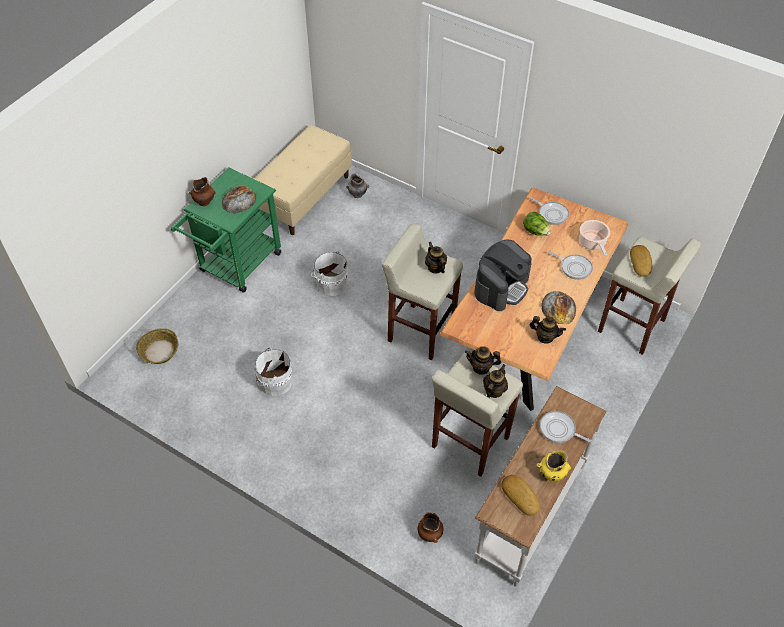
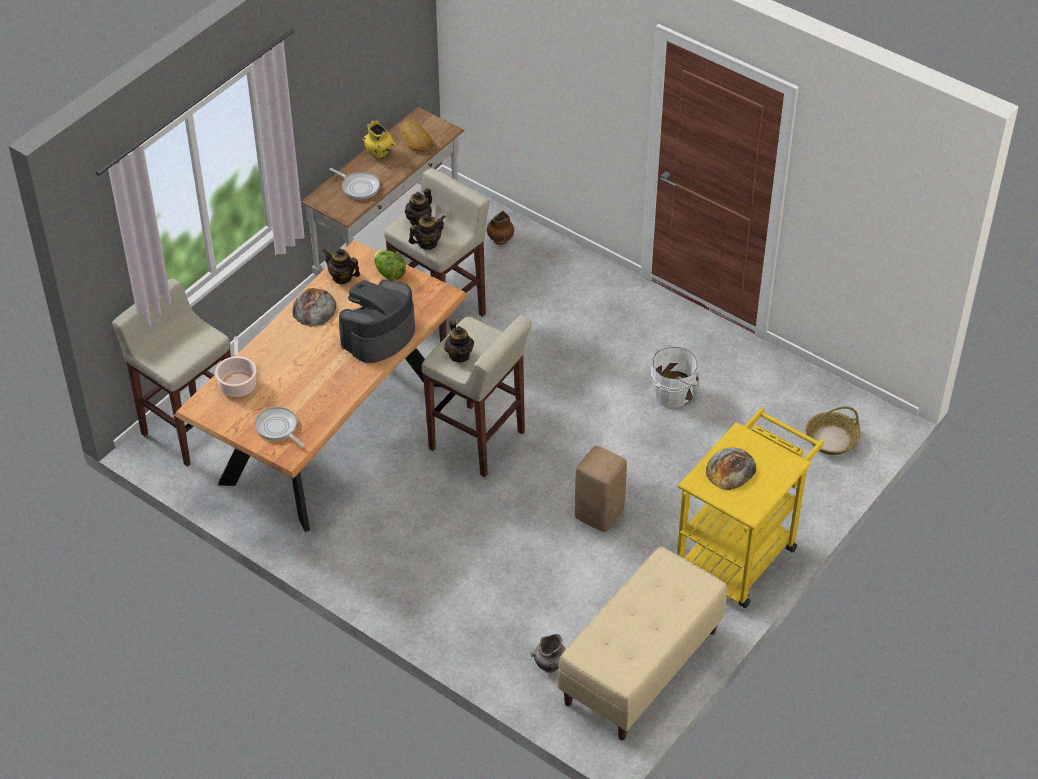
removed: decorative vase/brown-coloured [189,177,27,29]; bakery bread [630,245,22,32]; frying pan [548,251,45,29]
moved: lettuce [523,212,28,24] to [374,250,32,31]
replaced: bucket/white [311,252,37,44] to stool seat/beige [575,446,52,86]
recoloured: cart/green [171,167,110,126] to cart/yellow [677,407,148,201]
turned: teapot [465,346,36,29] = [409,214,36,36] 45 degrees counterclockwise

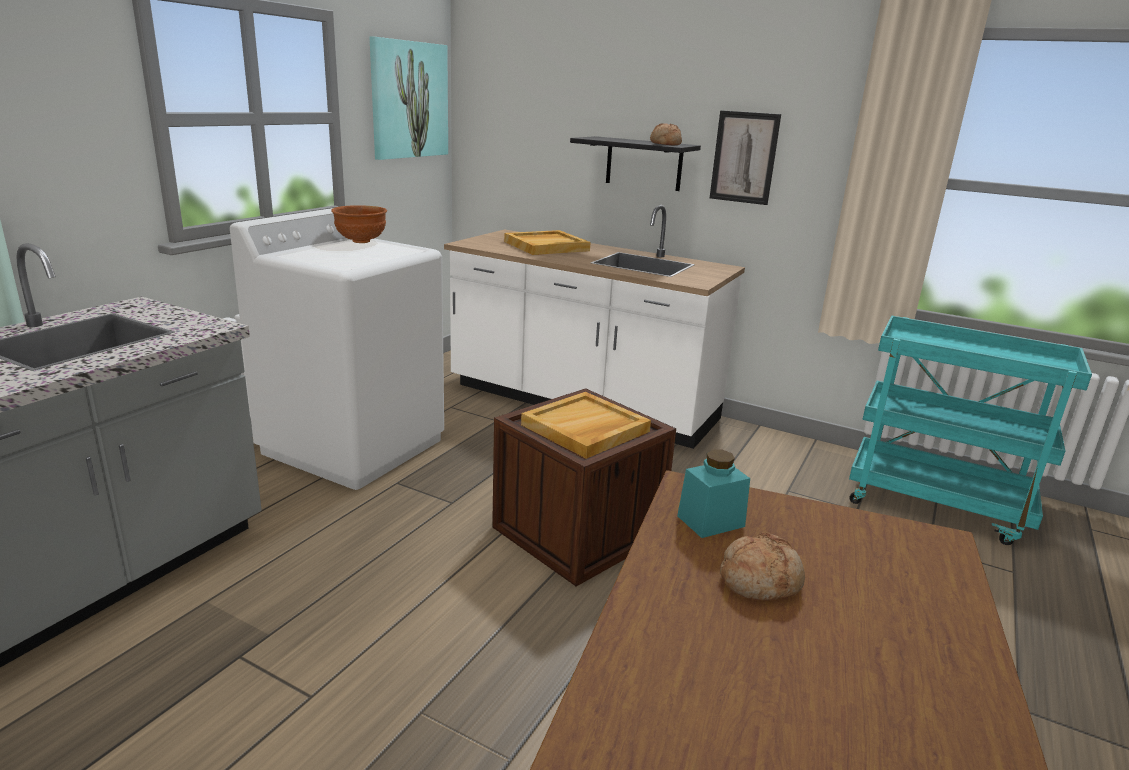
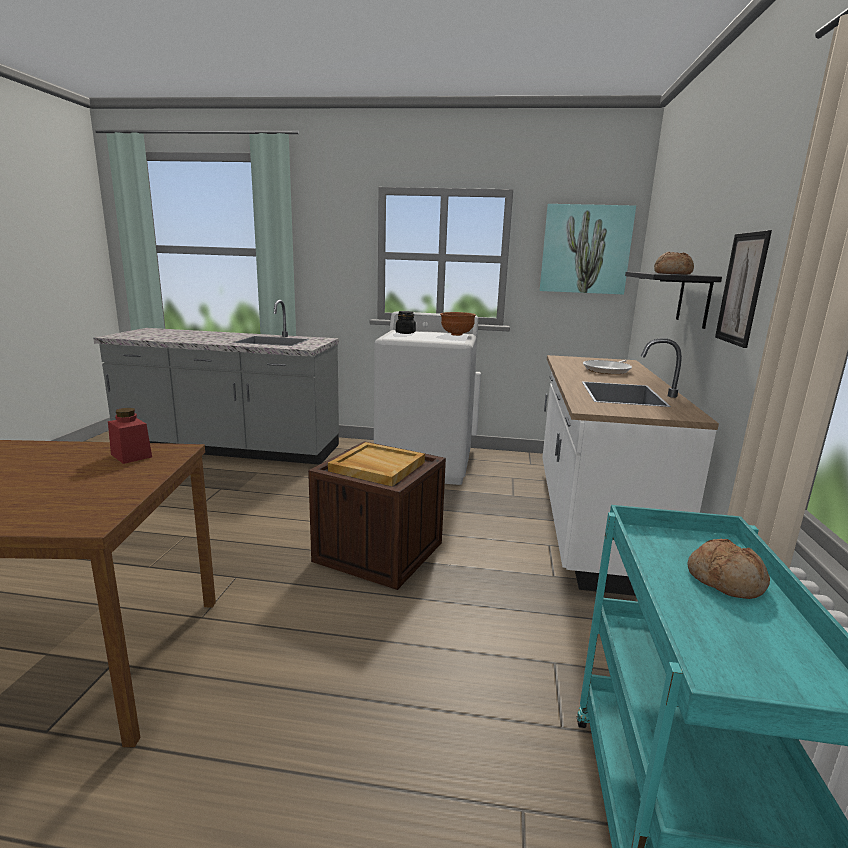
added: jar/blackish [396,311,20,23]
moved: bakery bread [720,533,85,68] to [688,539,82,60]
replaced: tray/beige [504,230,86,25] to frying pan [583,360,49,14]
recoloured: jar/blue-green [677,449,73,89] to jar/reddish [108,408,44,56]

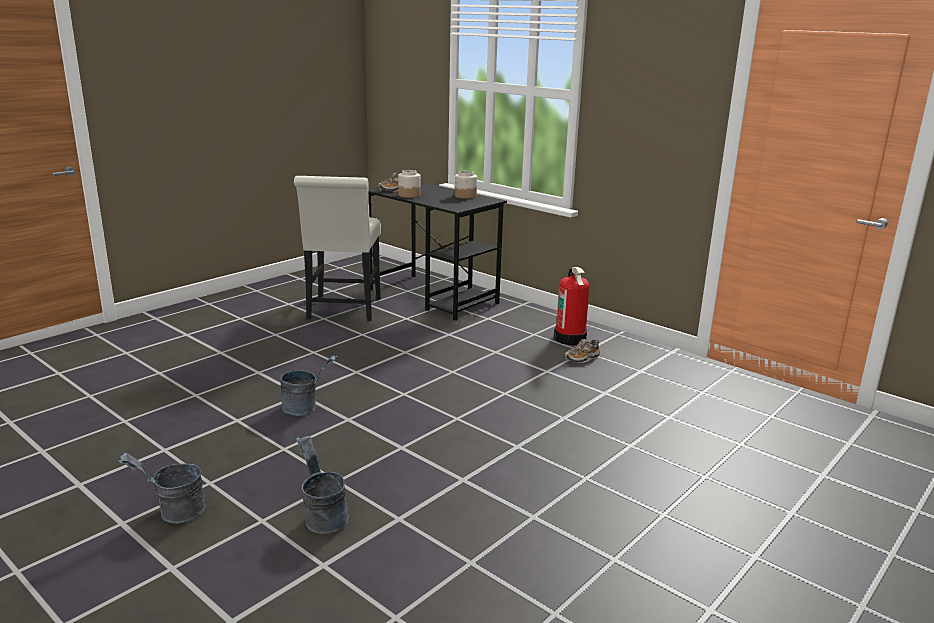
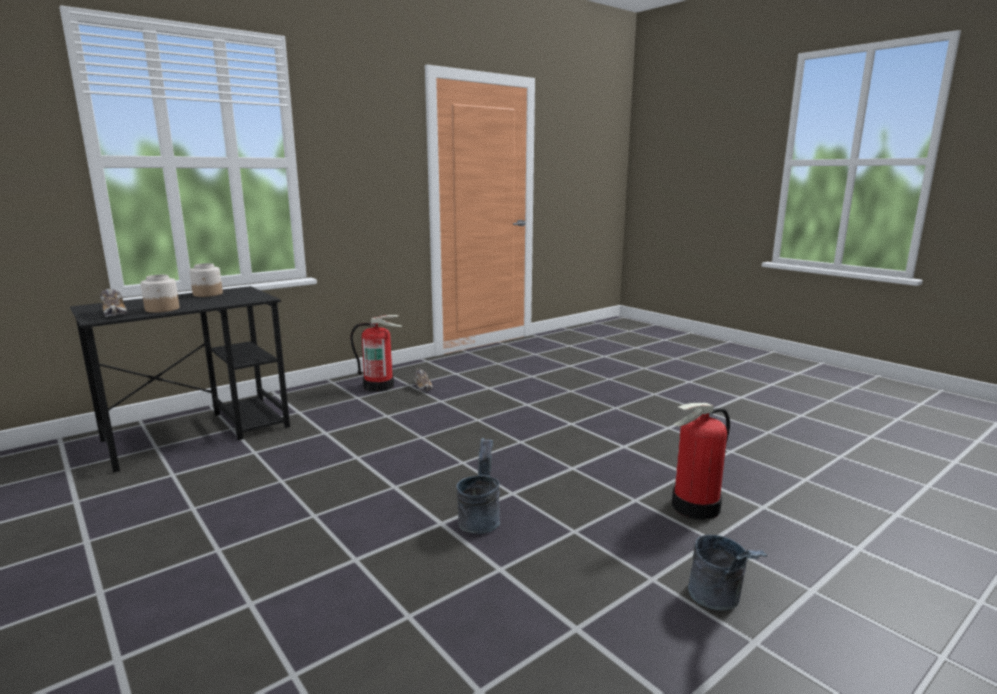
removed: upright chair/white [294,176,87,145]
replaced: bucket/gray [296,436,53,98] to fire-fighting cylinder [672,403,58,117]

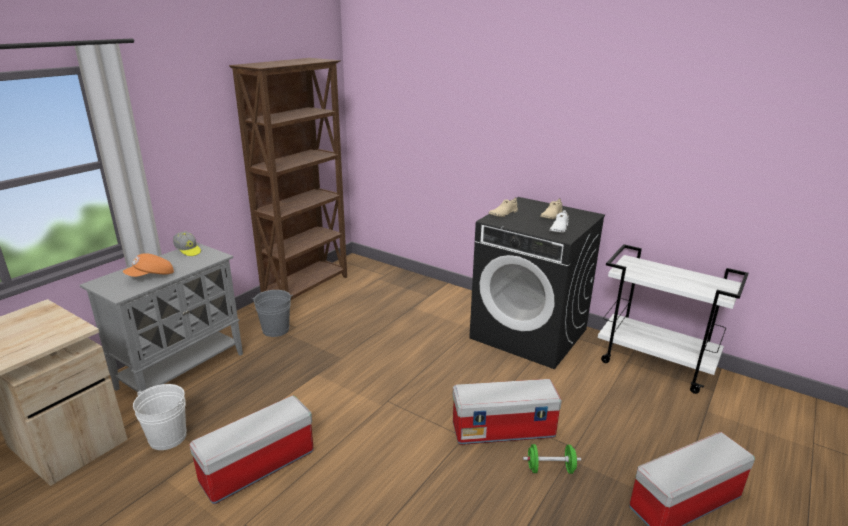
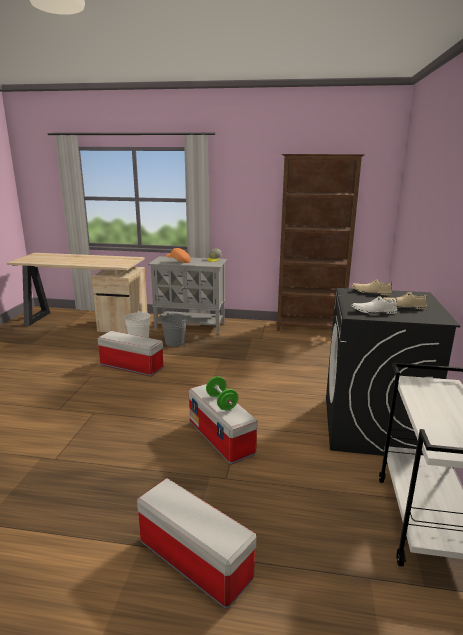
moved: bucket/gray [252,290,41,47] to [161,313,26,34]; hand weight/green [523,444,58,30] to [206,376,32,34]

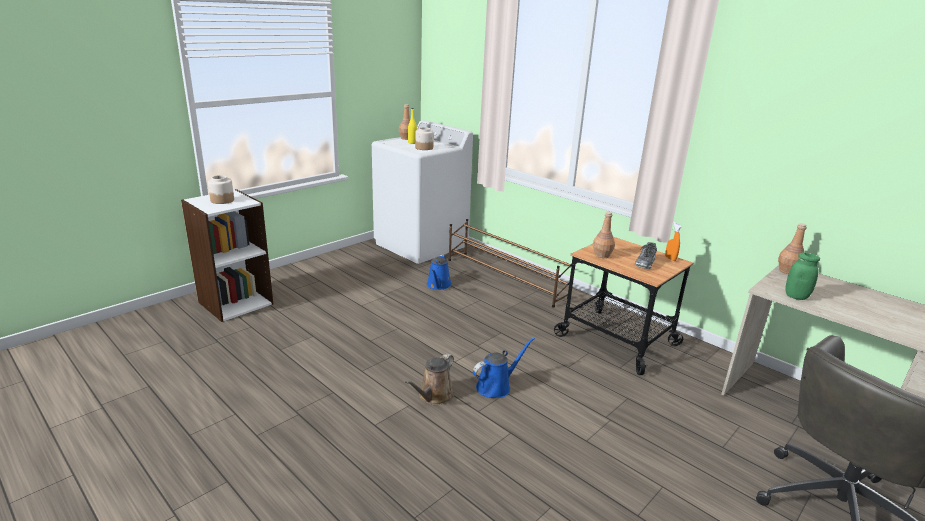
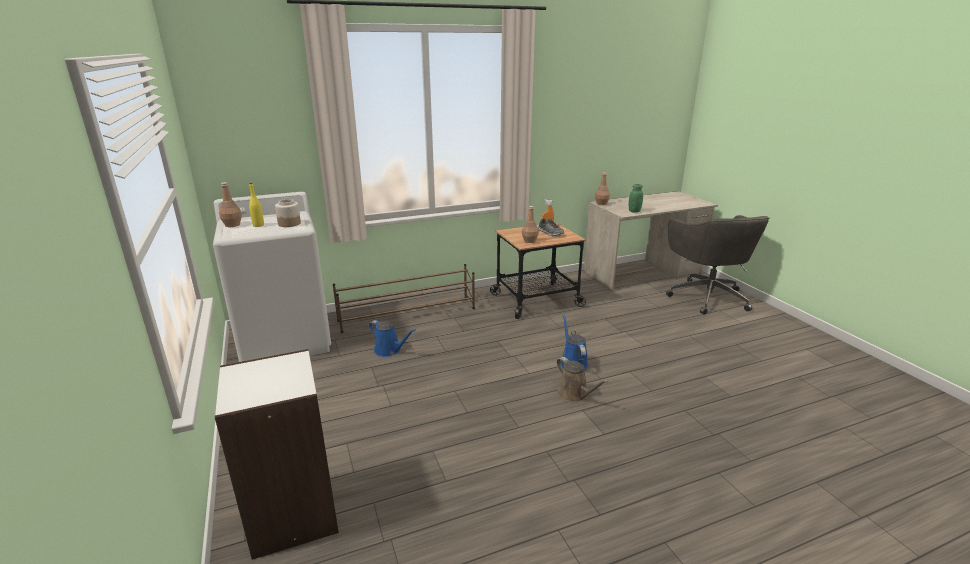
removed: jar [208,175,26,29]

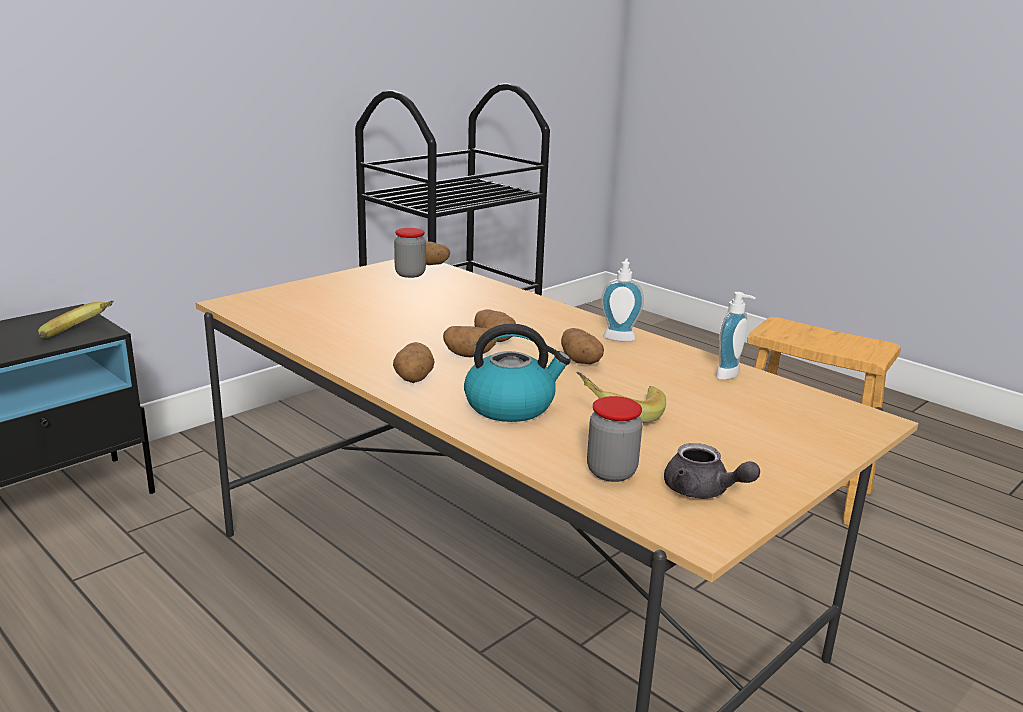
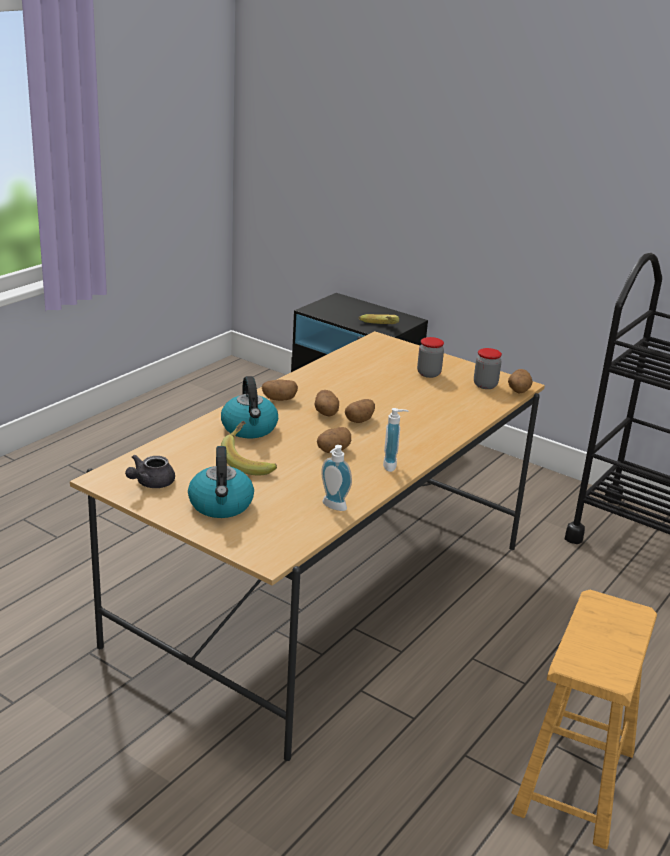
added: water kettle [188,446,66,72]
moved: jar [587,396,55,86] to [417,337,27,41]

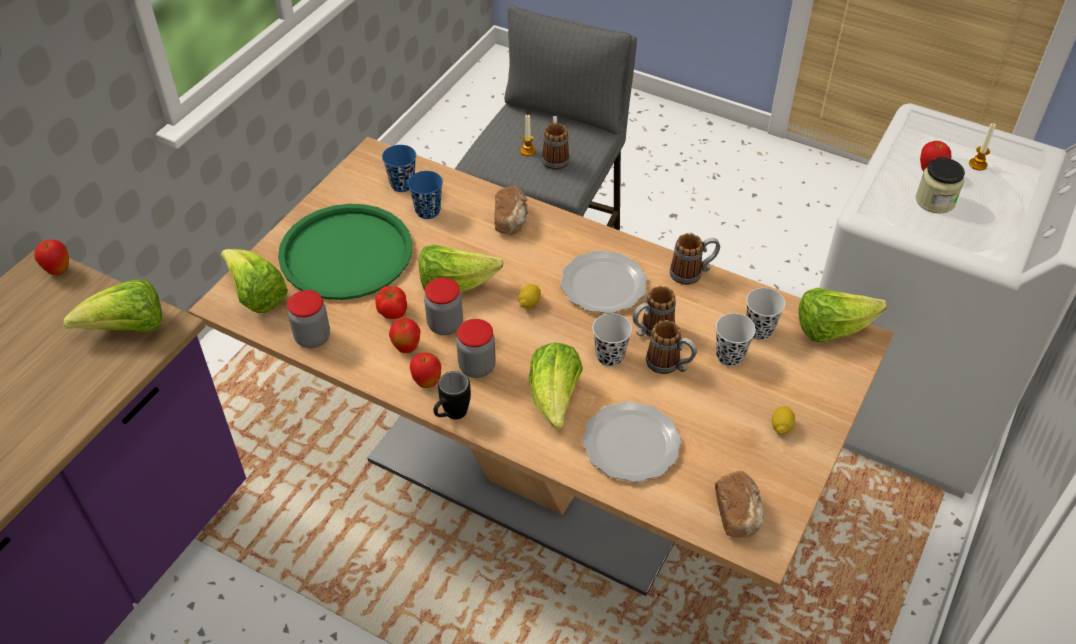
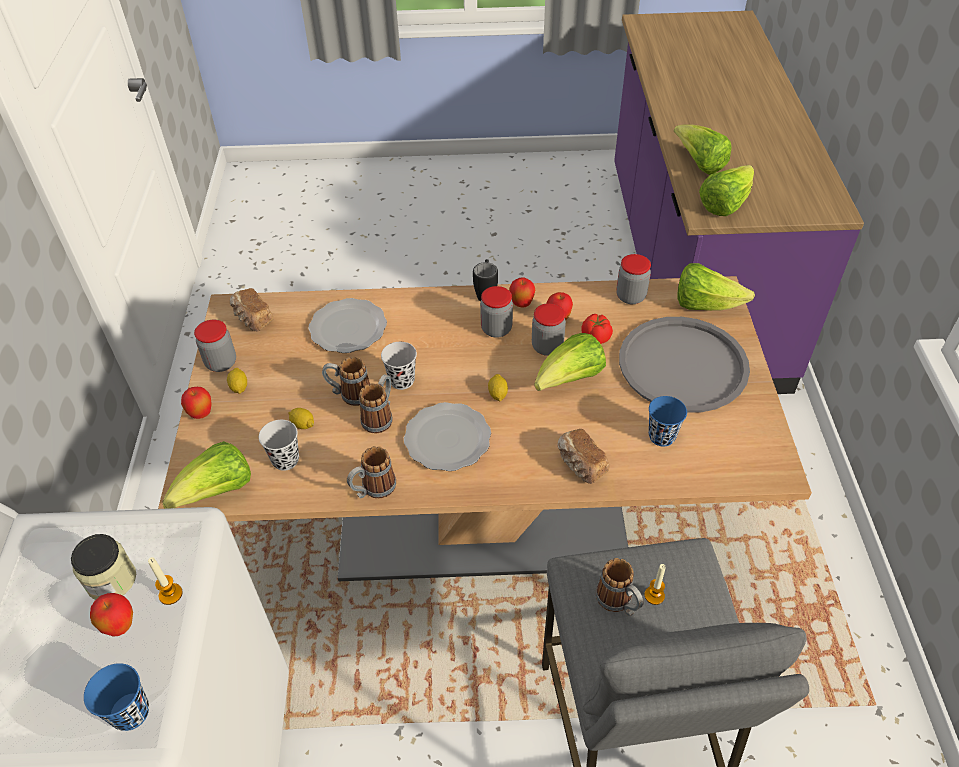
added: jar [194,320,42,52]
moved: wax light [969,123,27,47] to [148,557,35,48]; drinking cup/blue [382,145,34,47] to [84,663,65,68]; whole apple [34,240,35,35] to [181,387,30,32]; lettuce [529,342,54,87] to [674,124,58,51]
replaced: drinking cup/blackish [716,313,40,54] to whole lemon [289,408,25,21]
recoloured: tray/green [278,204,134,96] to tray/gray [619,317,131,96]

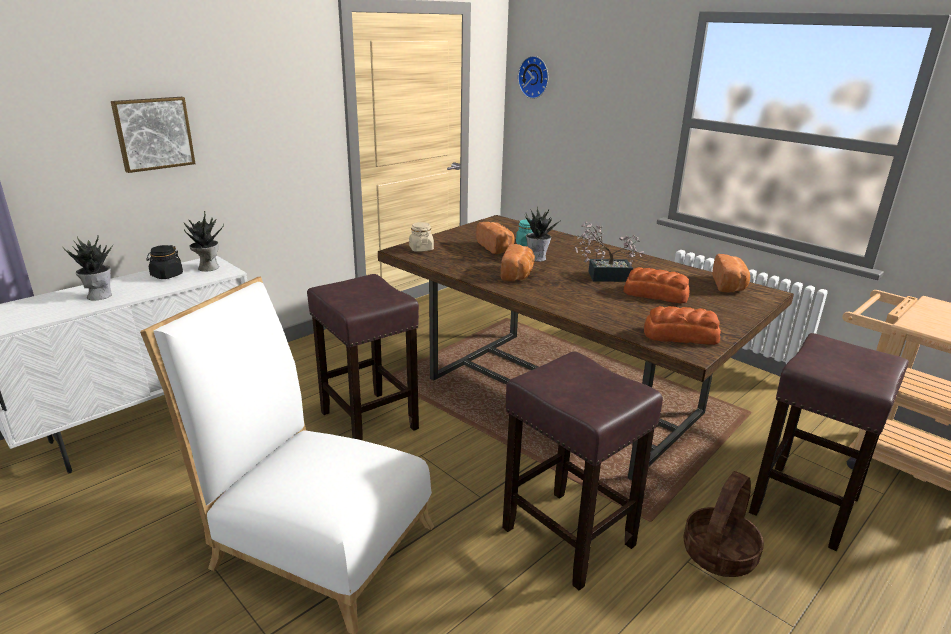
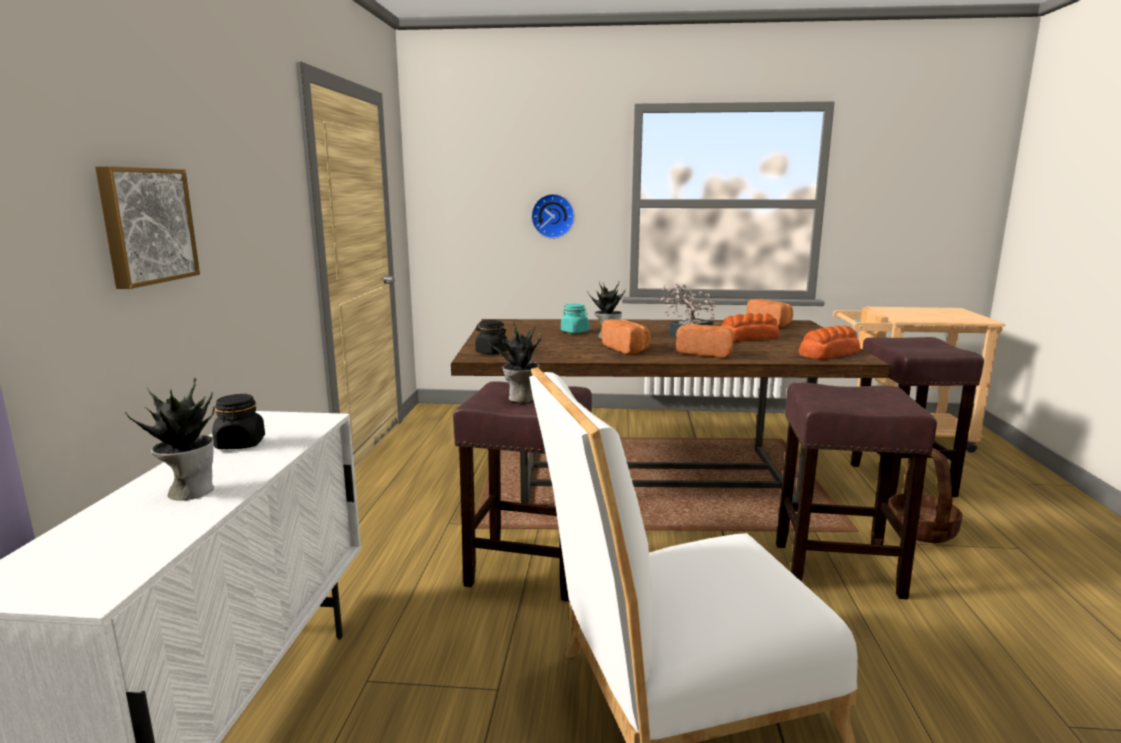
moved: clock on the wall [518,56,30,43] to [531,194,44,45]; potted plant [184,211,40,61] to [488,322,53,80]; bakery bread [476,222,38,32] to [676,324,58,34]
recoloured: jar/beige [409,222,25,30] to jar/blackish [475,320,32,34]

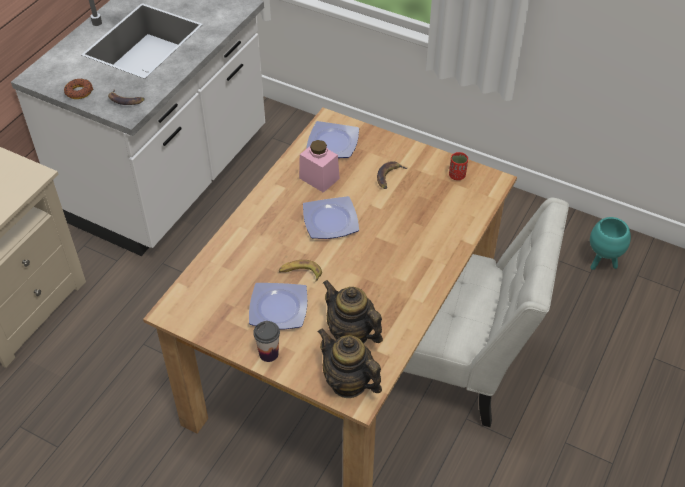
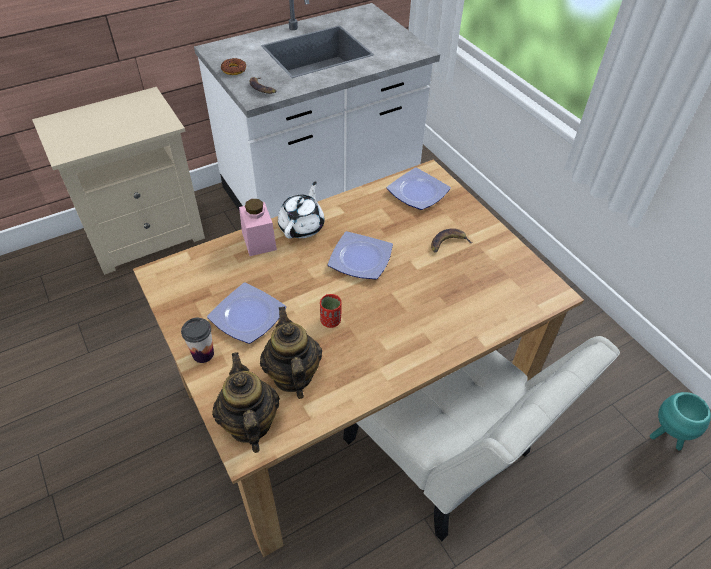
removed: banana [279,260,43,22]
added: teapot/white [278,181,47,58]
moved: jar/pink-coloured [299,140,41,53] to [239,199,38,57]; drinking cup/reddish [449,152,19,28] to [320,294,21,34]

